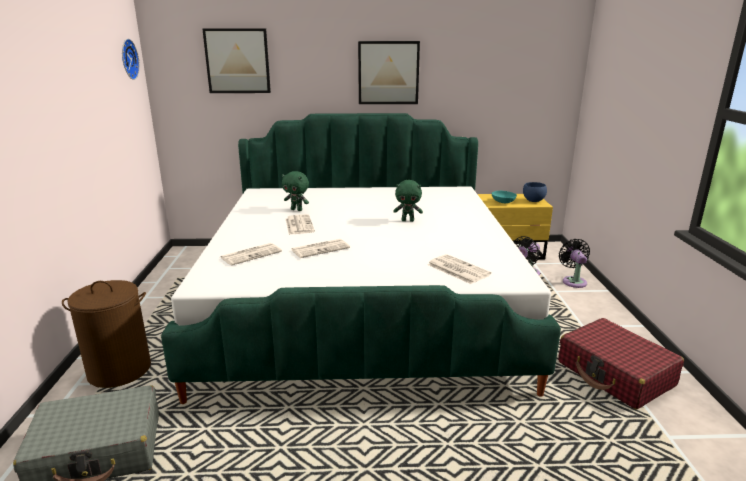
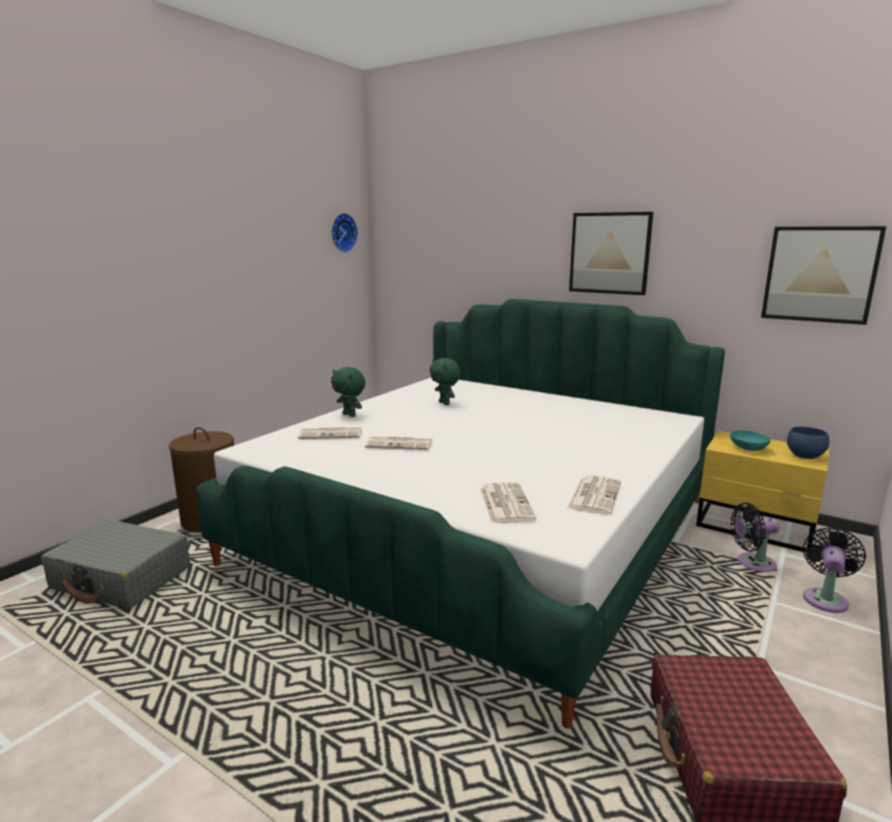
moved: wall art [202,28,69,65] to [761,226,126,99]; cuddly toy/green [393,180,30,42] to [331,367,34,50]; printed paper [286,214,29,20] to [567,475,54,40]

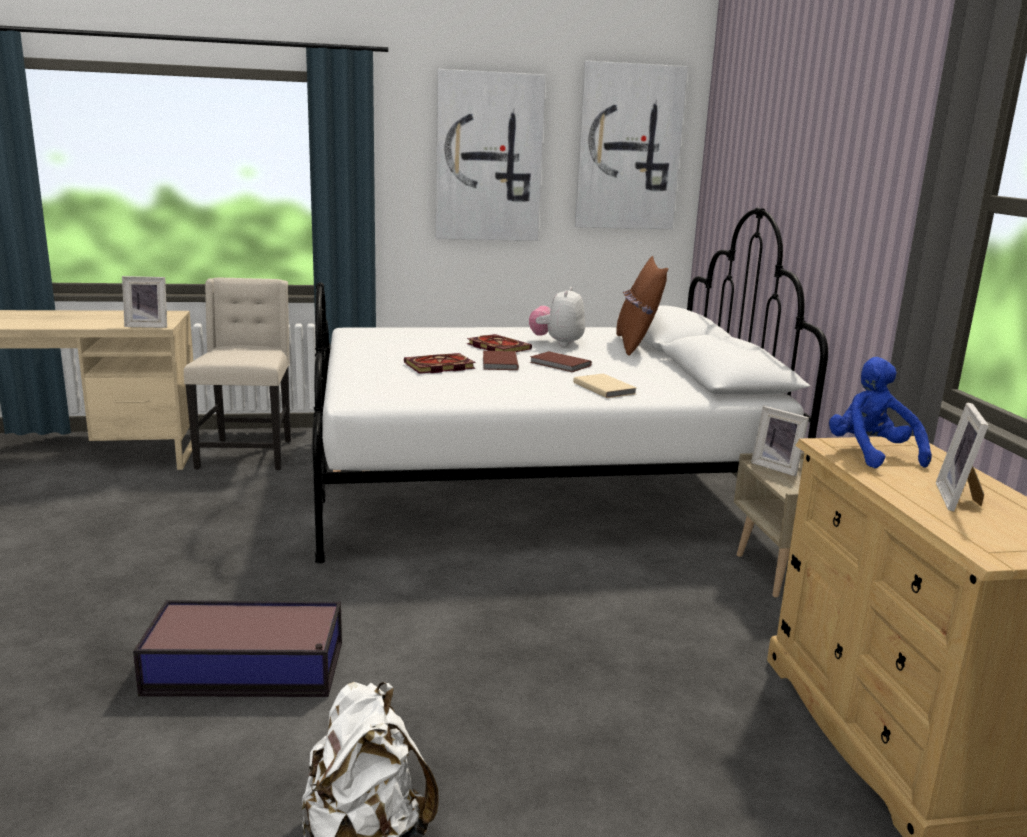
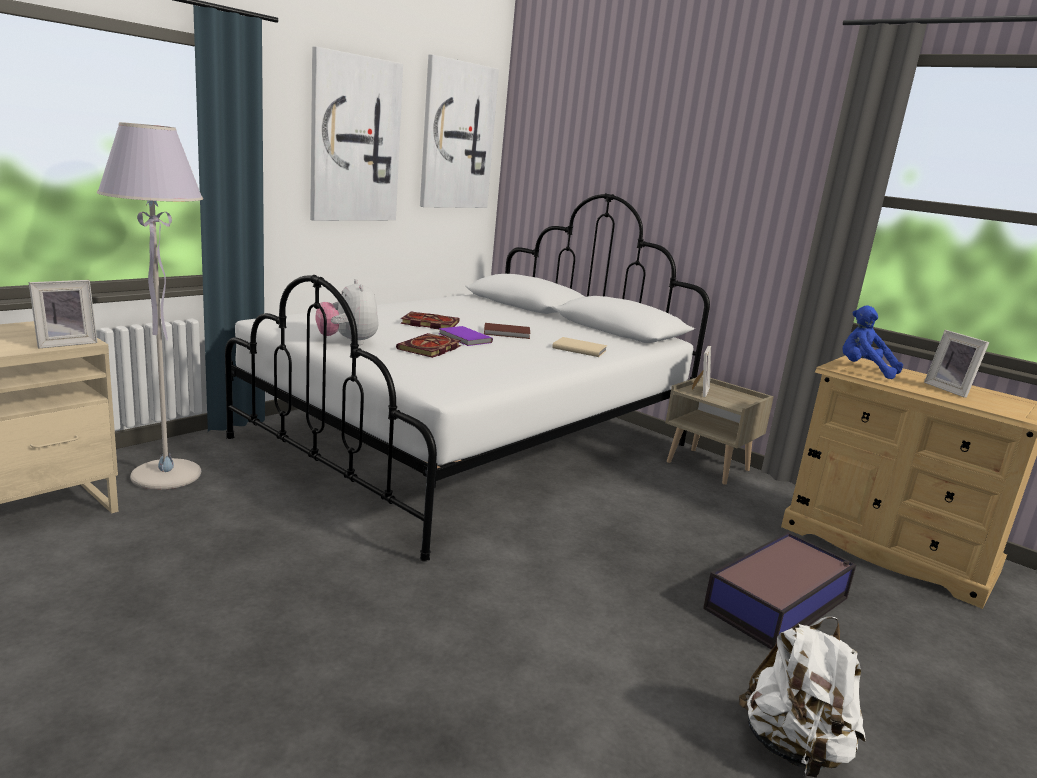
removed: cushion/brown-coloured [616,256,52,100]
moved: cuddly toy [529,287,56,60] to [315,279,64,66]; storage bin [133,600,209,97] to [703,532,154,118]
replaced: upright chair/beige [184,278,107,192] to floor lamp/gray [97,122,106,368]
recoloured: bound book/brown-coloured [483,351,36,19] to bound book/purplish [439,326,54,20]
turned: standing frame [751,406,58,70] = [692,346,19,51] 75 degrees counterclockwise

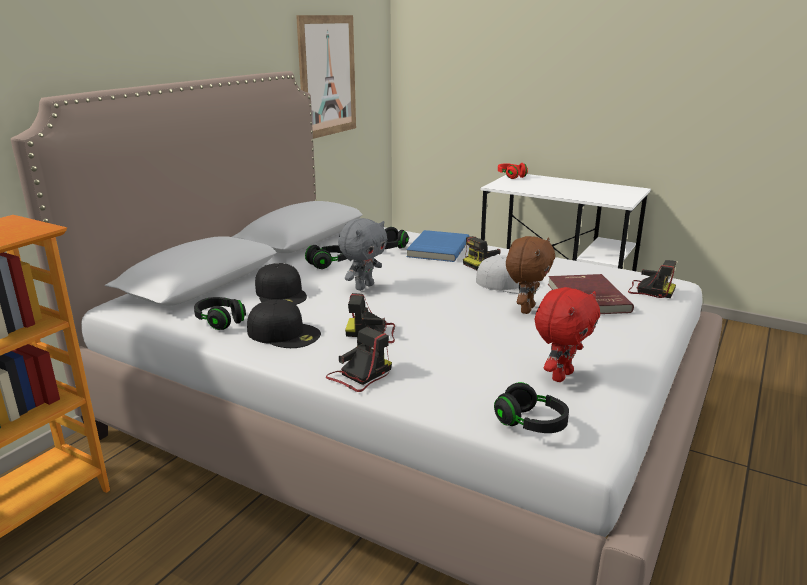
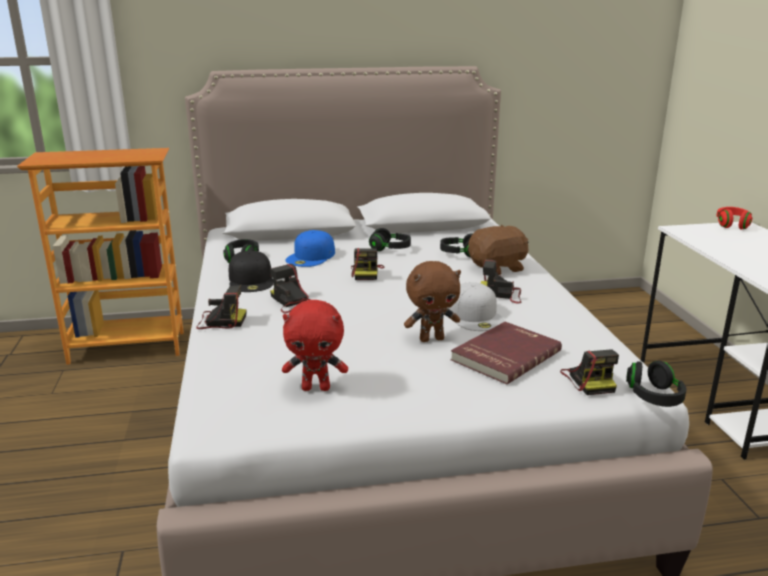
removed: wall art [296,15,60,124]
moved: headset/blackish [494,382,75,51] to [626,360,61,47]
replaced: cuddly toy/gray [338,218,49,73] to still camera [351,248,33,32]; bound book/blue [406,230,64,32] to cuddly toy/brown-coloured [468,225,61,50]
recoloured: peaked cap/blackish [255,263,52,42] to peaked cap/blue [286,230,49,37]

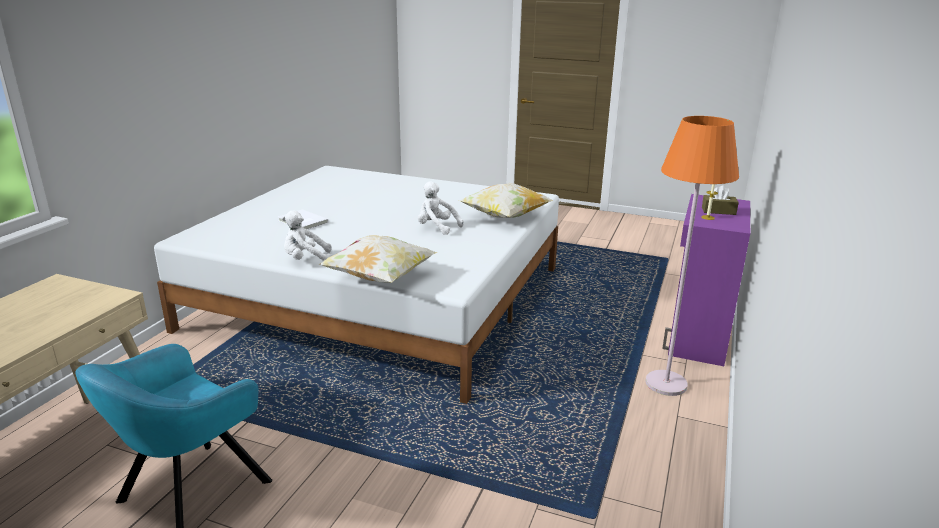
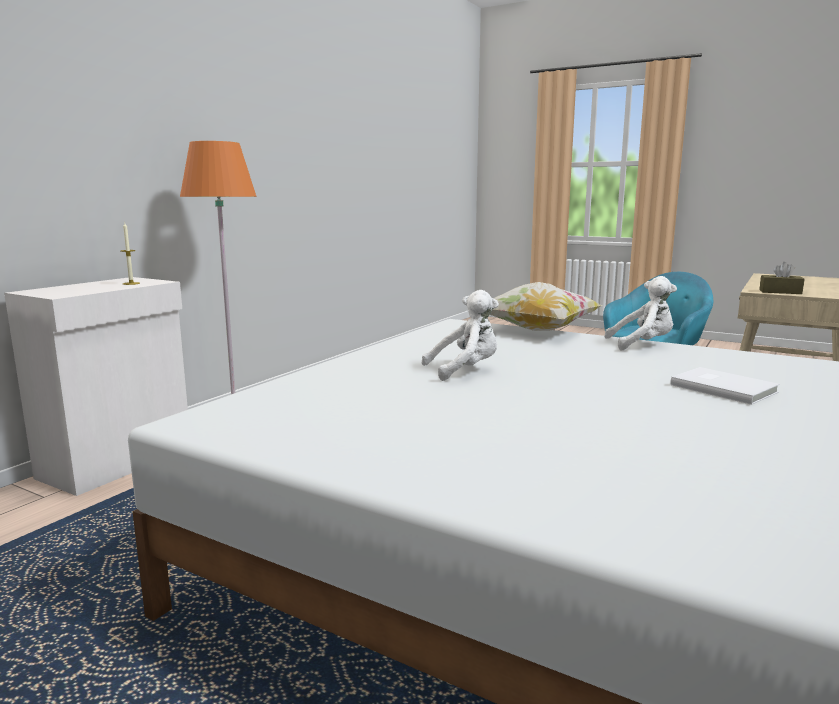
removed: cushion [460,183,93,35]
moved: tissue box/brown-coloured [702,185,37,30] to [759,262,45,32]
recoloured: storage cabinet/purplish [662,194,88,172] to storage cabinet/white [4,277,184,219]
turned: cuddly toy/white [418,181,46,54] = [422,290,77,91] 60 degrees counterclockwise

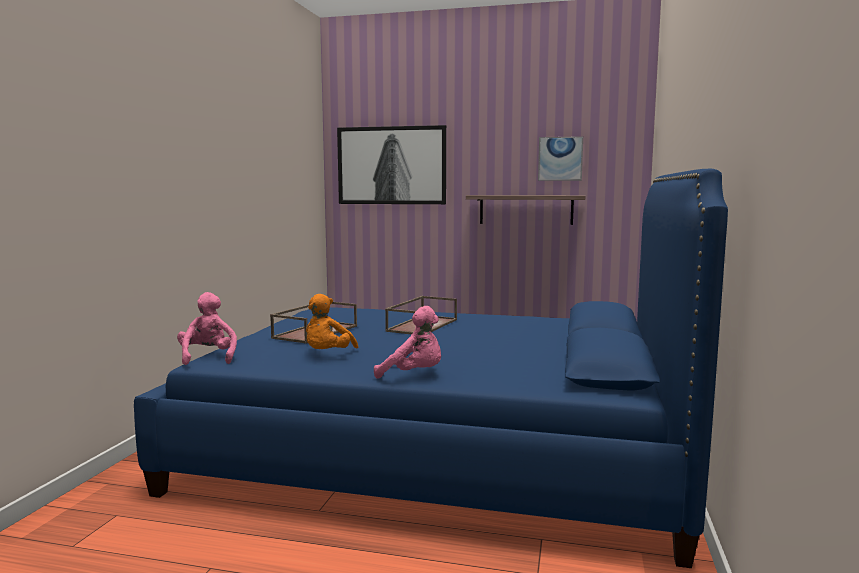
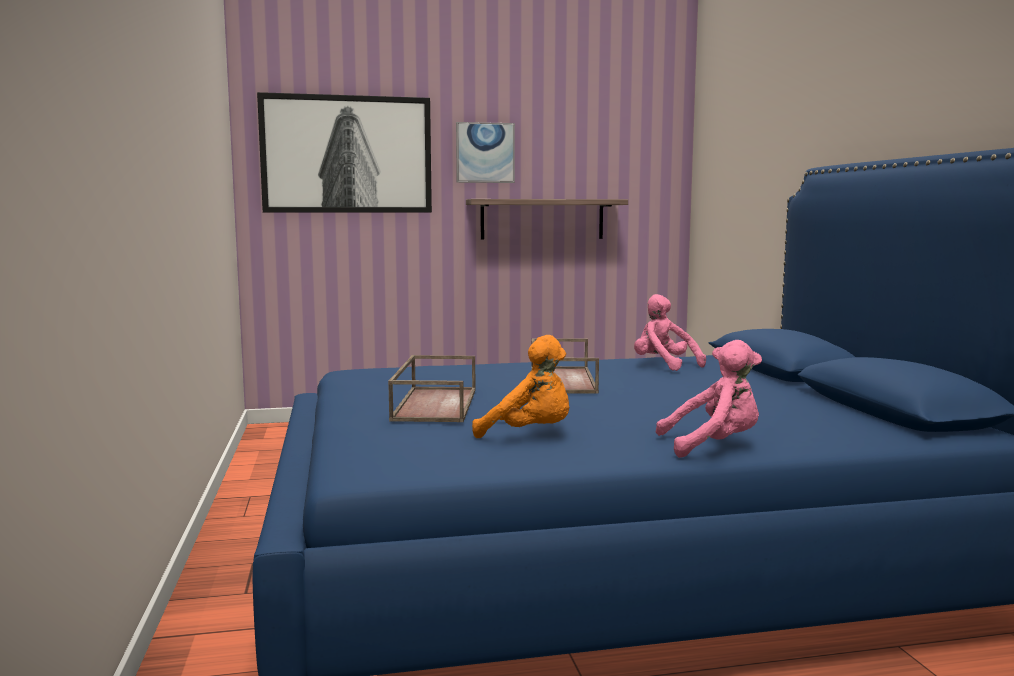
moved: wall art [538,136,45,45] to [456,122,59,61]; cuddly toy/pink-coloured [177,292,60,73] to [634,294,72,77]
turned: cuddly toy/orange [306,294,52,55] = [472,335,97,103] 60 degrees counterclockwise

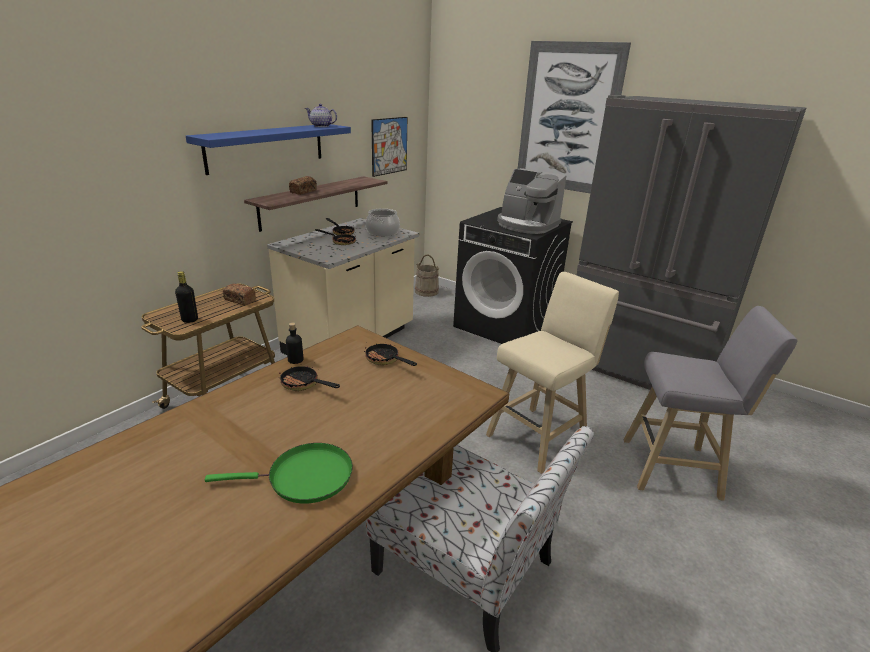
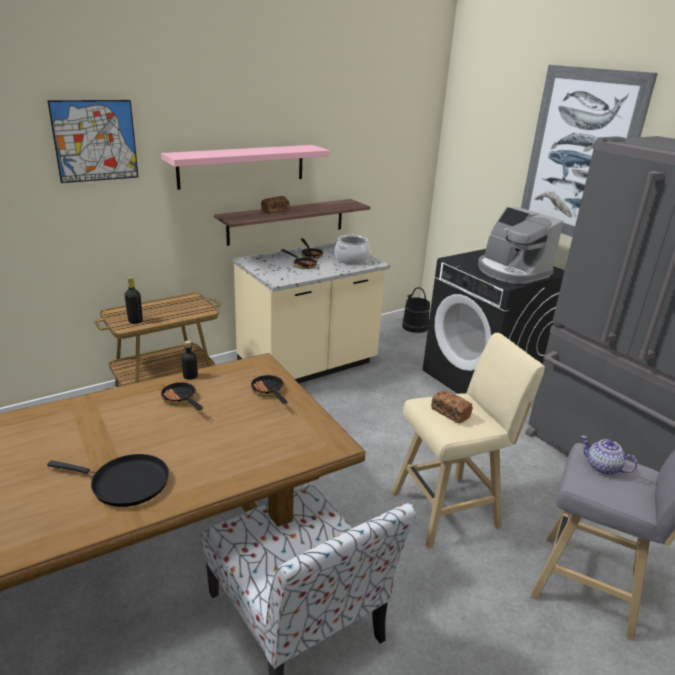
moved: teapot [305,104,32,23] to [581,435,56,40]; wall art [371,117,36,60] to [47,100,92,83]; bakery bread [223,283,33,22] to [431,390,42,33]
recoloured: bracket shelf/blue [186,124,165,51] to bracket shelf/pink-coloured [161,145,169,45]; bucket/beige [415,255,24,42] to bucket/blackish [402,287,28,46]; frying pan/green [205,443,148,61] to frying pan/blackish [47,454,122,53]

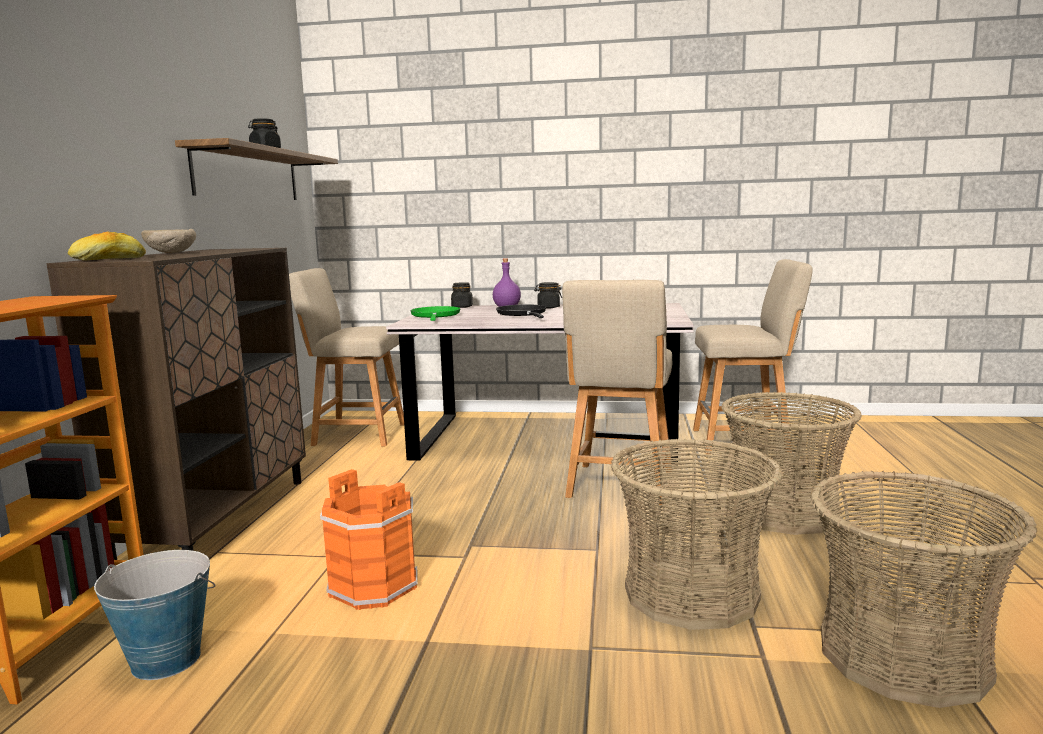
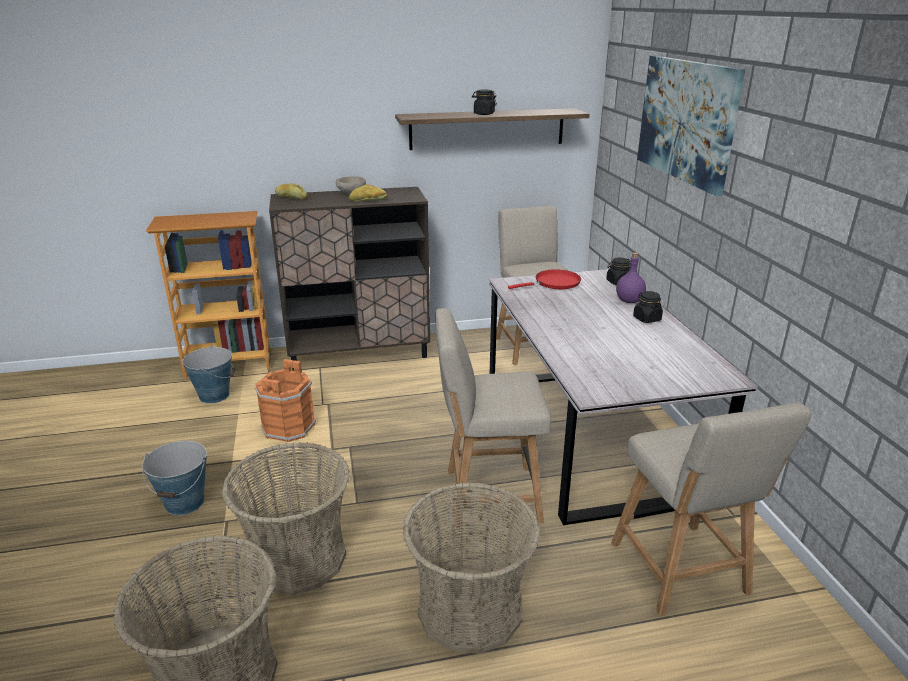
removed: frying pan/blackish [496,304,50,14]
added: wall art [637,56,108,140]; bakery bread [349,184,38,18]; bucket [142,441,65,74]
recoloured: frying pan/green [410,306,51,15] to frying pan/reddish [508,269,73,20]

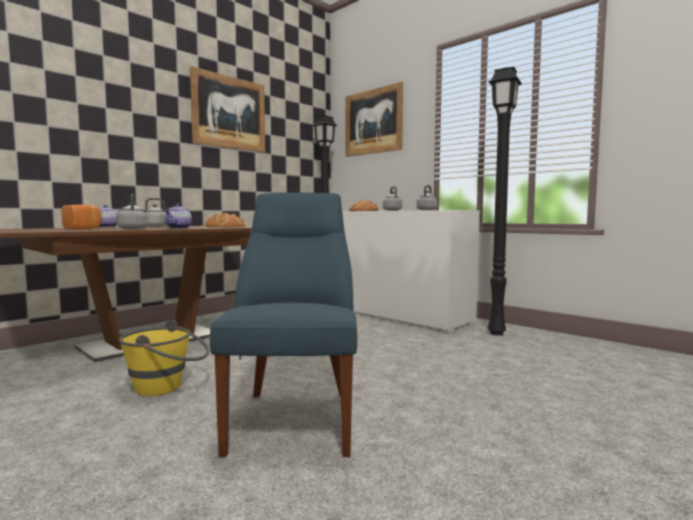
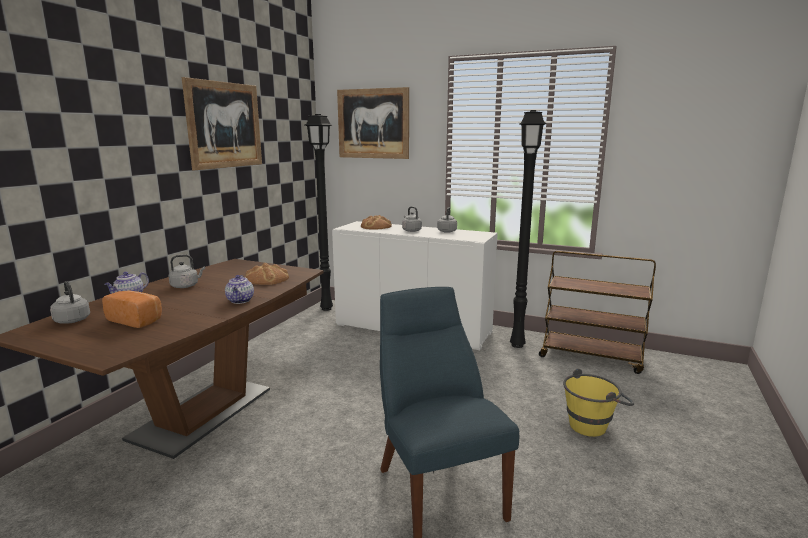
added: cart/brown-coloured [539,251,117,123]
moved: water kettle/gray [116,194,32,35] to [50,281,40,43]; bucket/yellow [119,320,90,76] to [563,369,71,68]

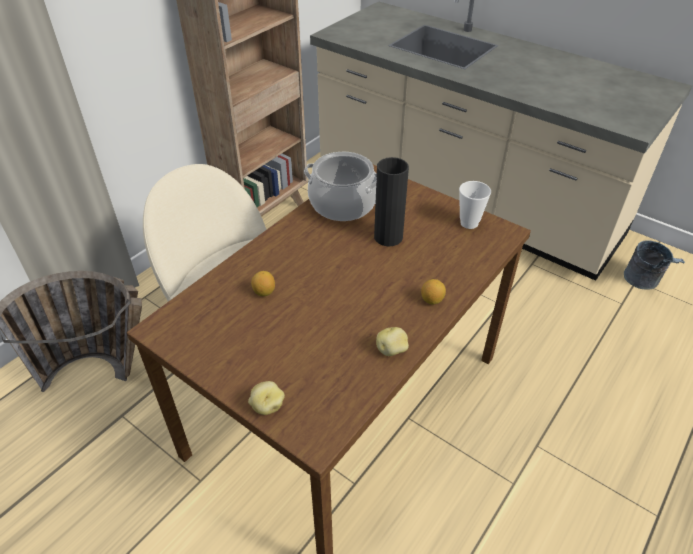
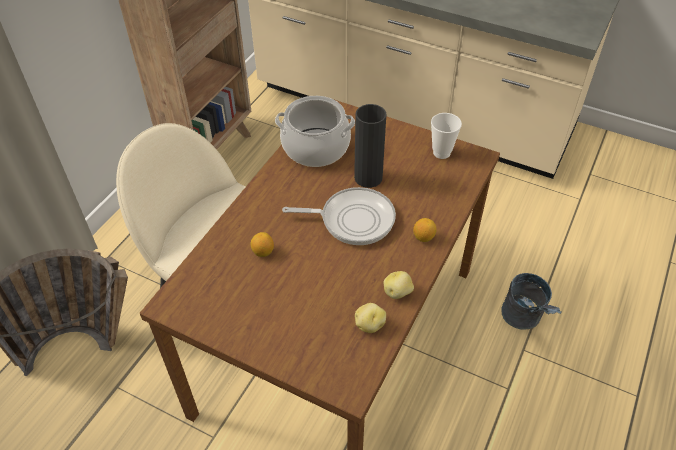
added: frying pan [282,187,114,58]
moved: bucket/gray [624,240,61,50] to [501,273,61,56]; spud [248,381,37,34] to [355,303,31,30]

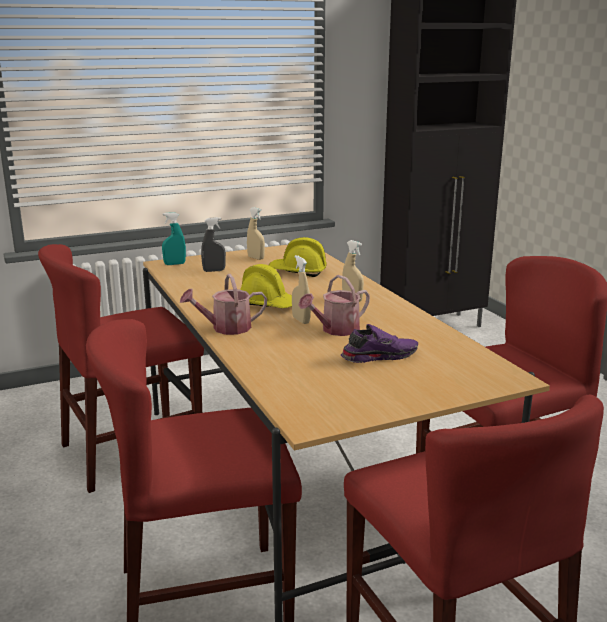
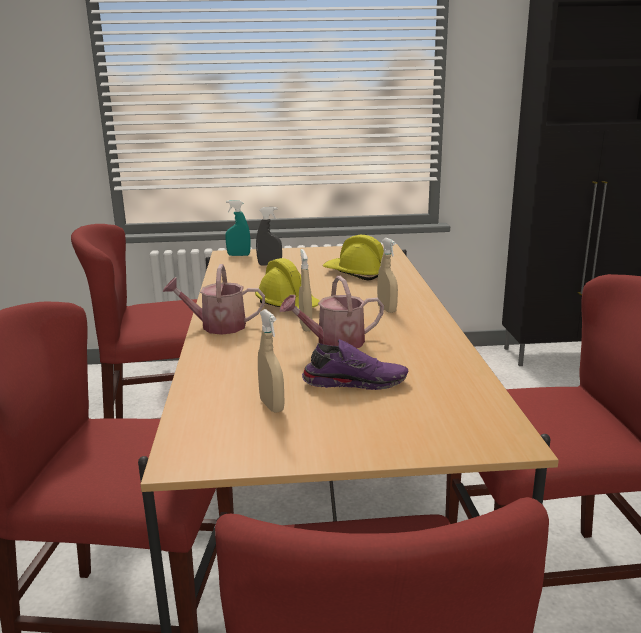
moved: sprayer/beige [247,207,18,53] to [258,309,27,104]

